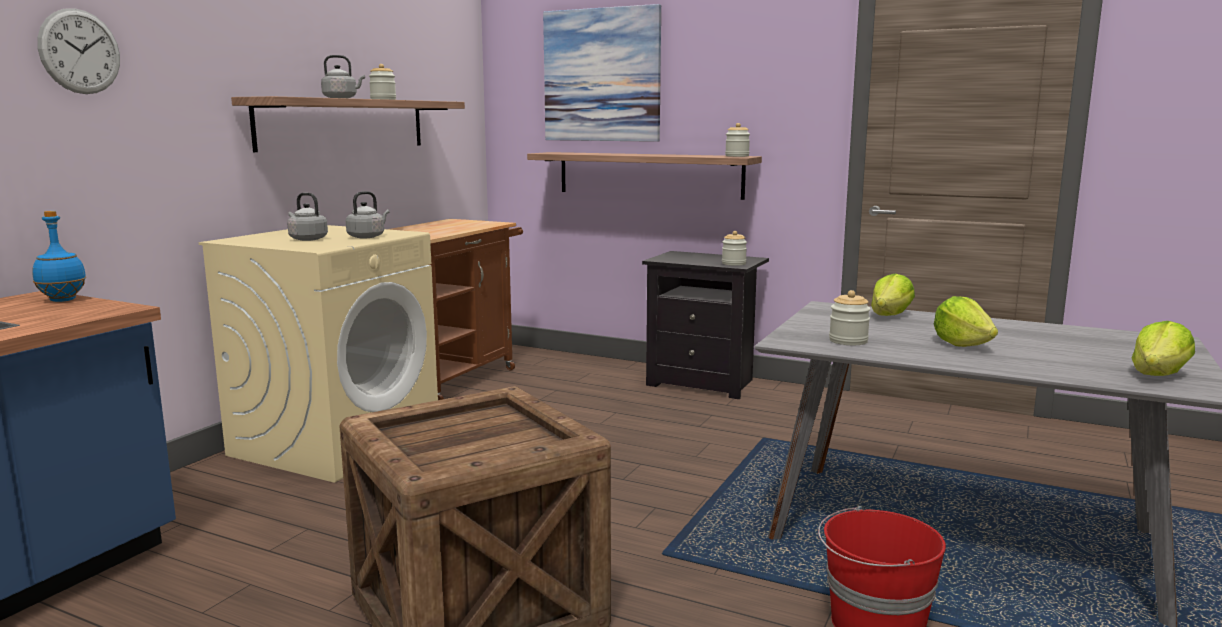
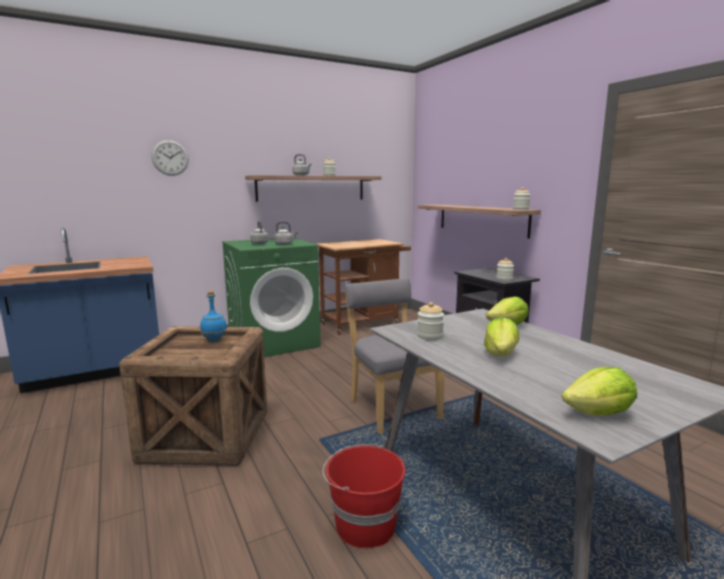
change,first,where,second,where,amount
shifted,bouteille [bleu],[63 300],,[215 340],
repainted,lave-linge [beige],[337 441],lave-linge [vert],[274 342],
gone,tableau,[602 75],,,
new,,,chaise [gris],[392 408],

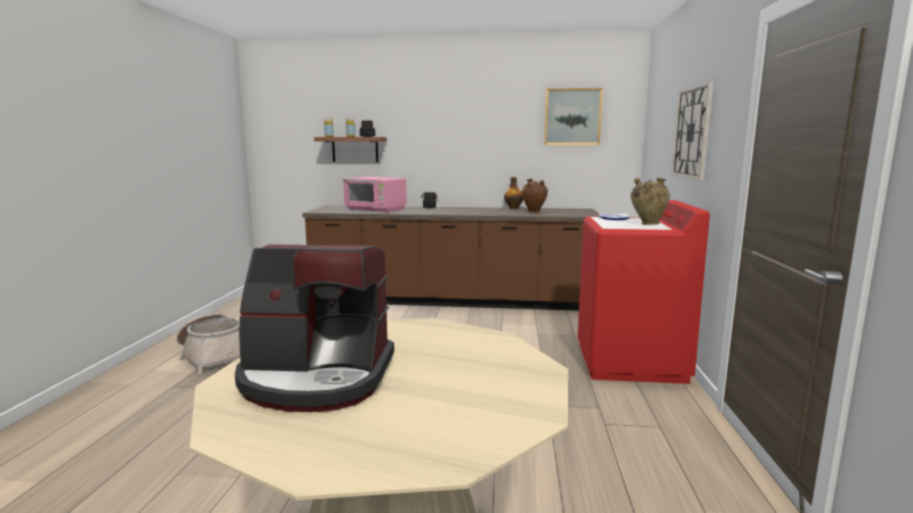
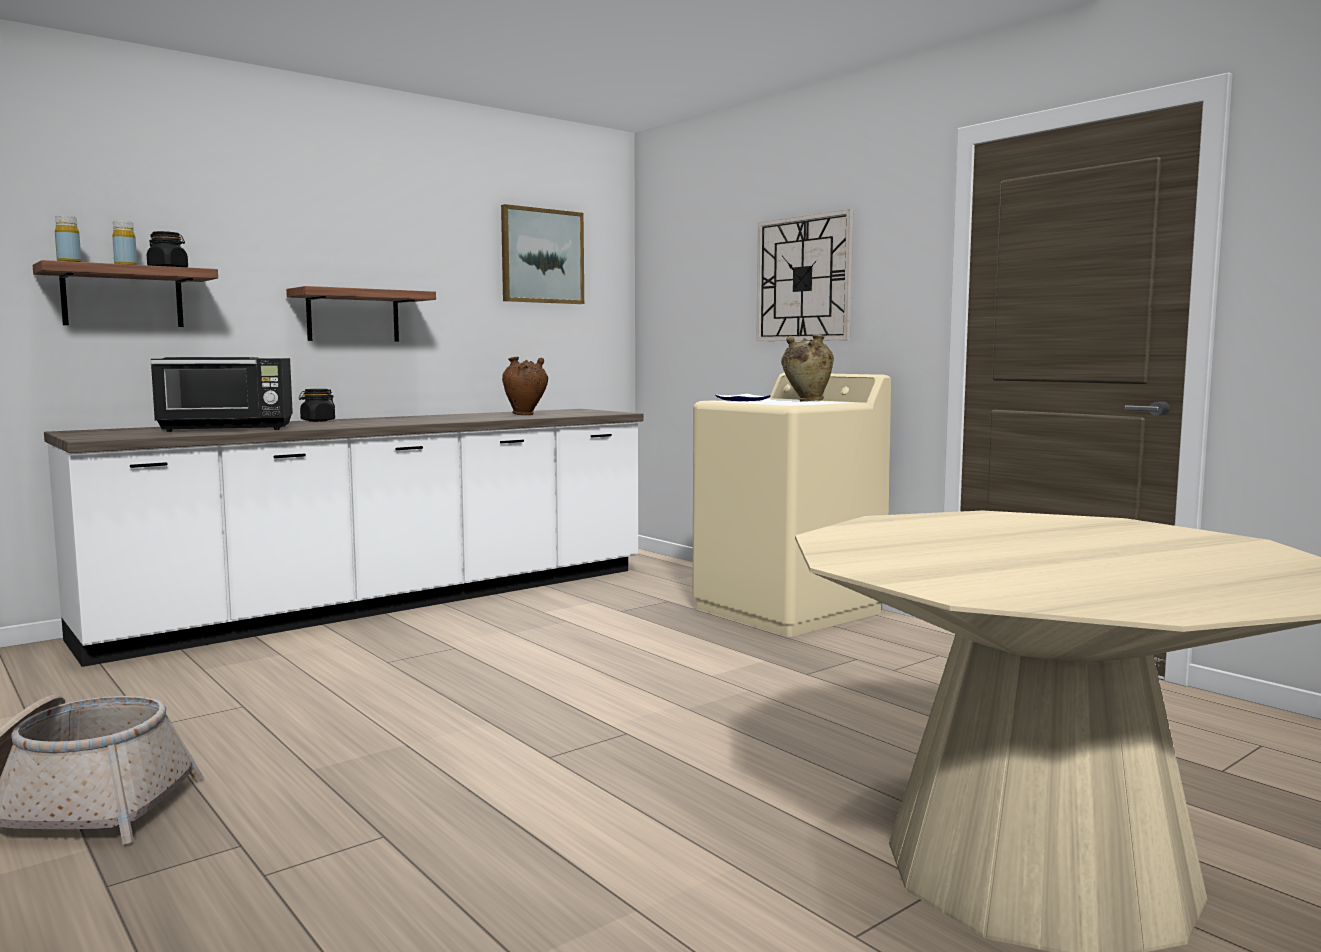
change,first,where,second,where,amount
gone,machine à café,[317 378],,,
repainted,comptoir de cuisine [marron],[452 301],comptoir de cuisine [blanc],[389 603],
repainted,micro-ondes [rose],[375 210],micro-ondes [noir],[229 429],
gone,bouteille,[513 208],,,
repainted,lave-linge [rouge],[630 362],lave-linge [beige],[788 610],
new,,,étagère,[353 316],

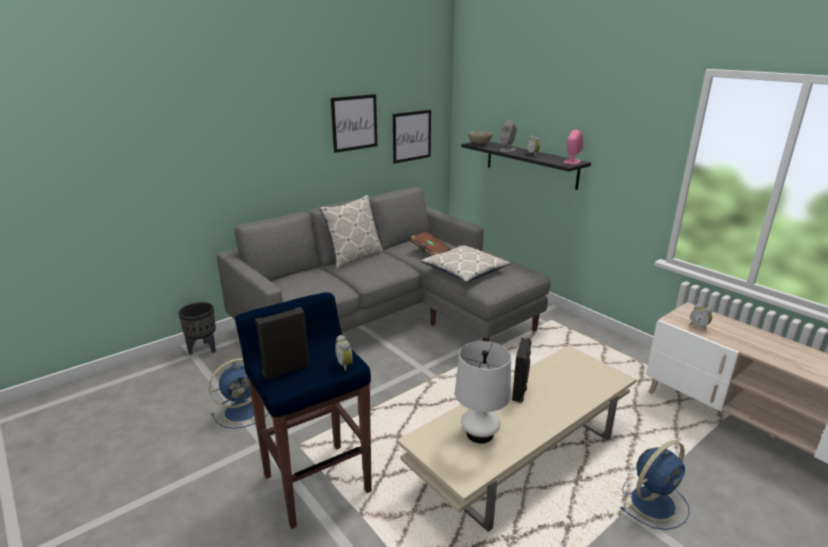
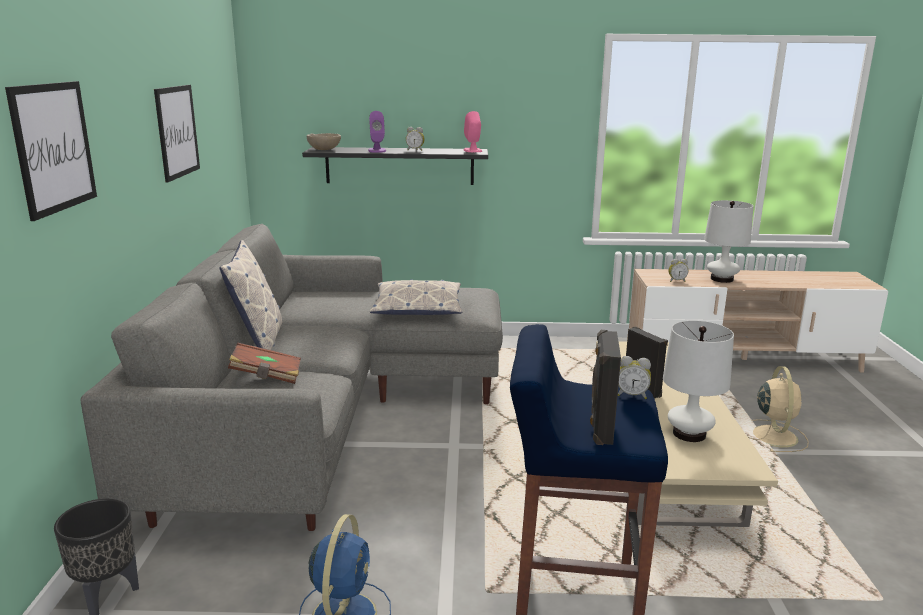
change,first,where,second,where,amount
shifted,tableau,[411 136],,[54 147],
shifted,livre [marron],[429 252],,[267 376],
repainted,enceinte [gris],[507 150],enceinte [violet],[377 150],
repainted,ventilateur [bleu],[654 502],ventilateur [beige],[773 435],
new,,,lampe de table [blanc],[722 279],

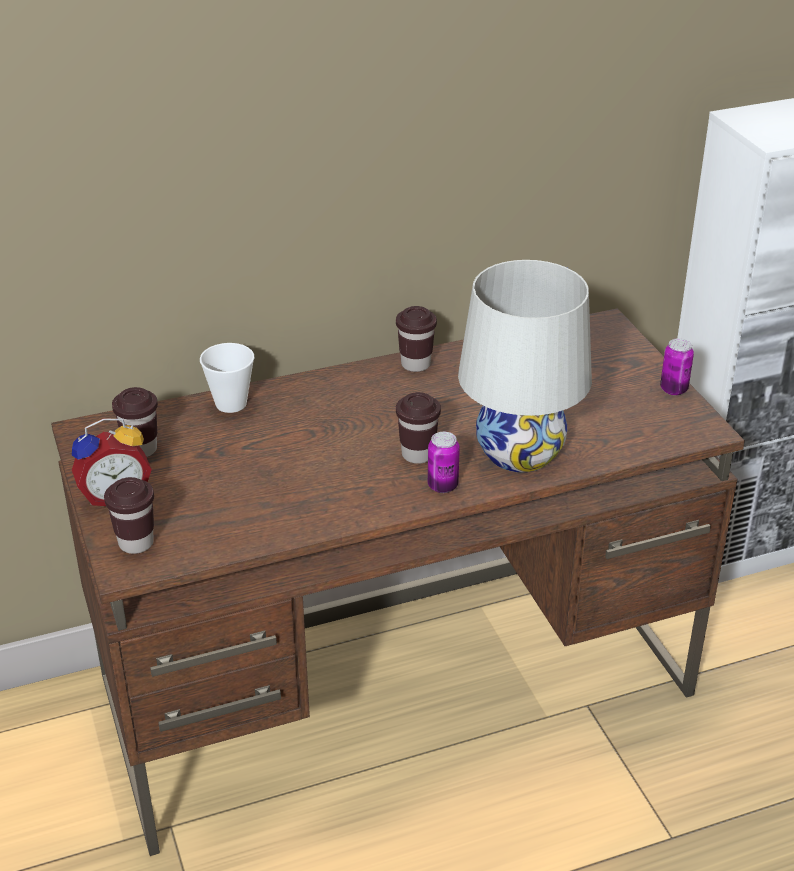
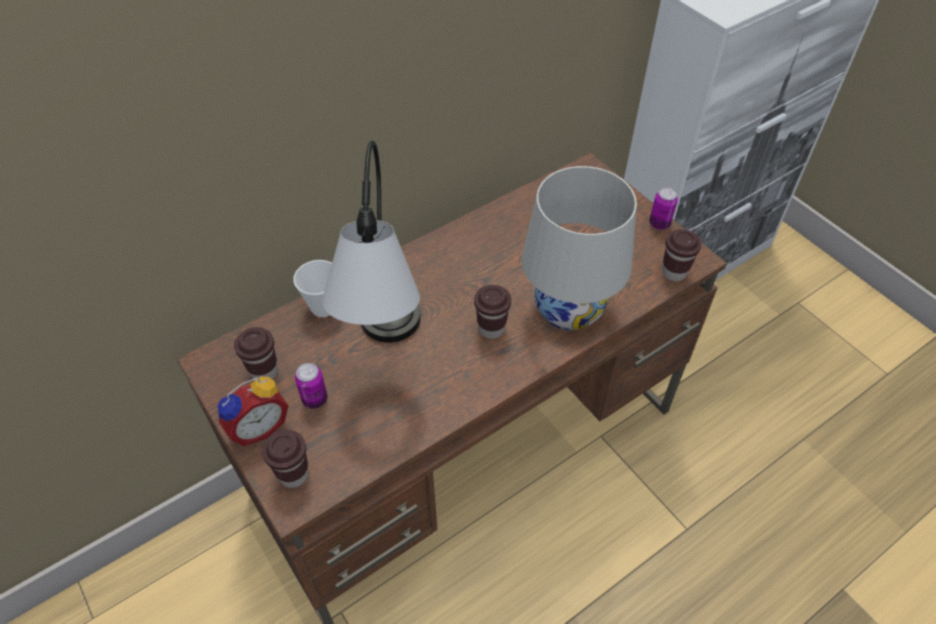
change,first,where,second,where,amount
shifted,tasse [marron],[415 364],,[674 272],
shifted,boîte métallique,[442 486],,[315 399],
new,,,lampe de table,[385 352],

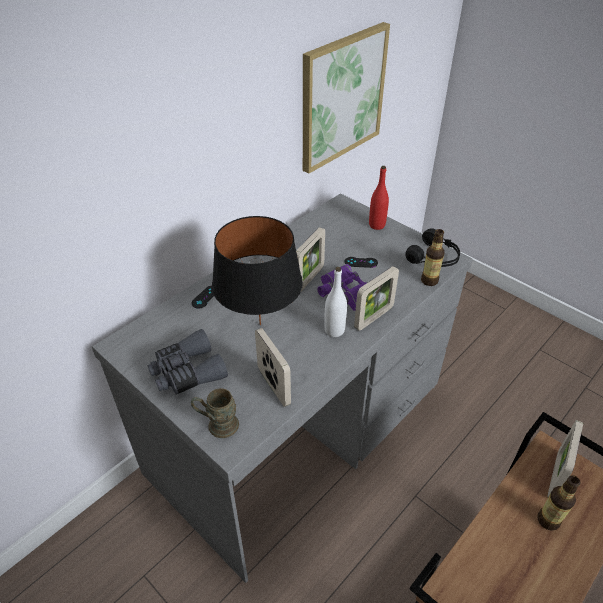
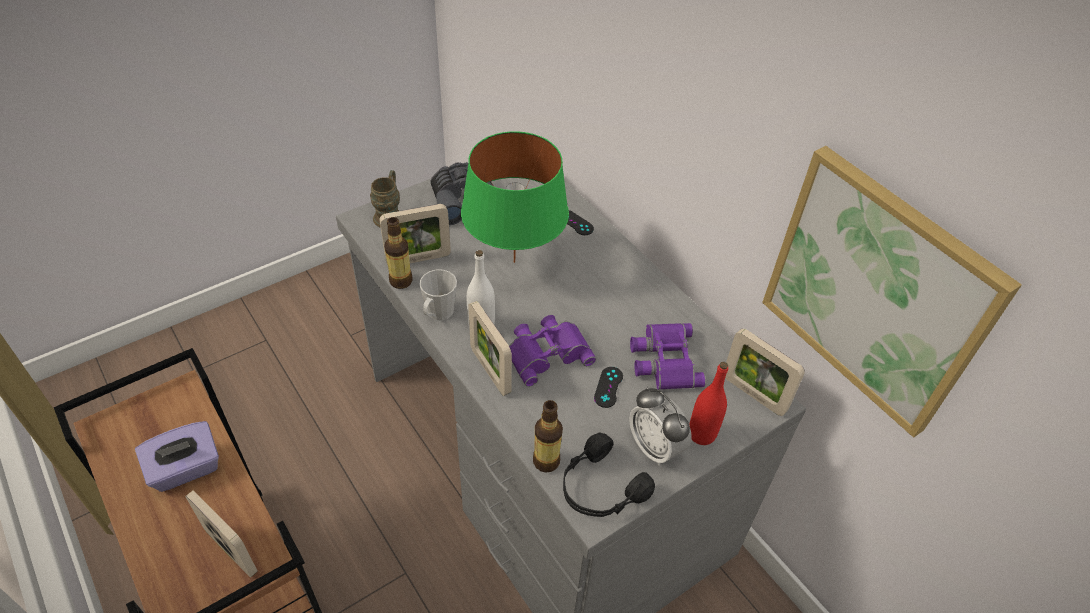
change,first,where,second,where,amount
repainted,lampe de table [noir],[260 324],lampe de table [vert],[514 262],
shifted,cadre photo,[309 278],,[753 394],
shifted,bouteille,[548 520],,[401 281],
new,,,boîte à mouchoirs [violet],[186 469],
new,,,mug [gris],[438 314],
new,,,réveil,[655 447],
new,,,jumelles [violet],[663 360],

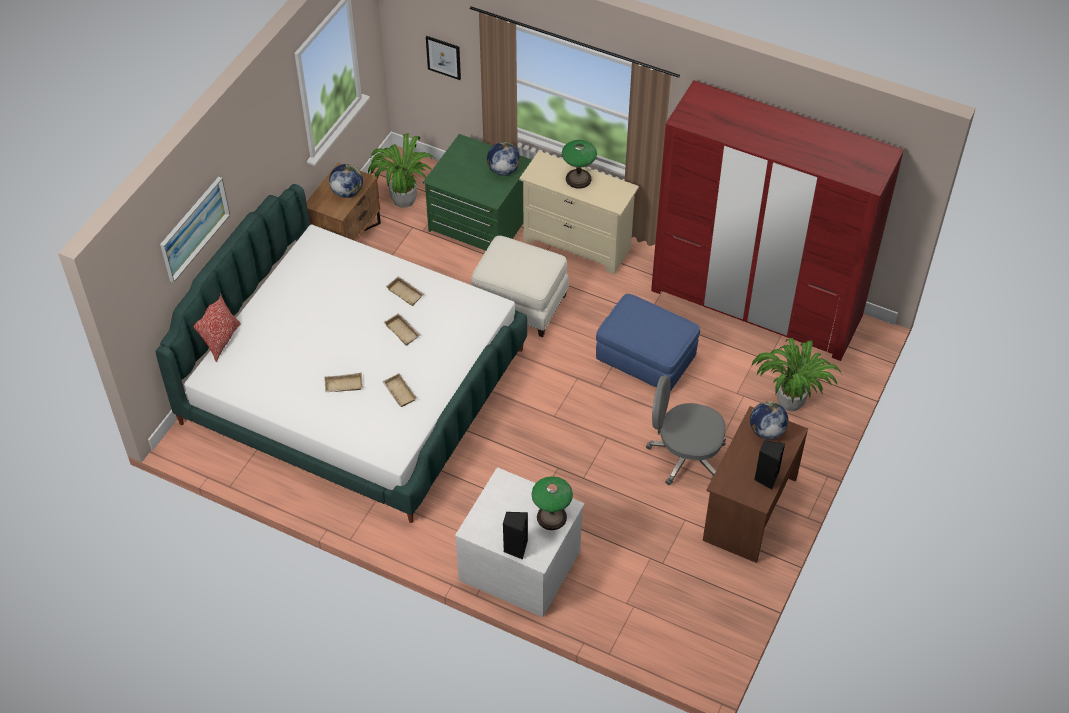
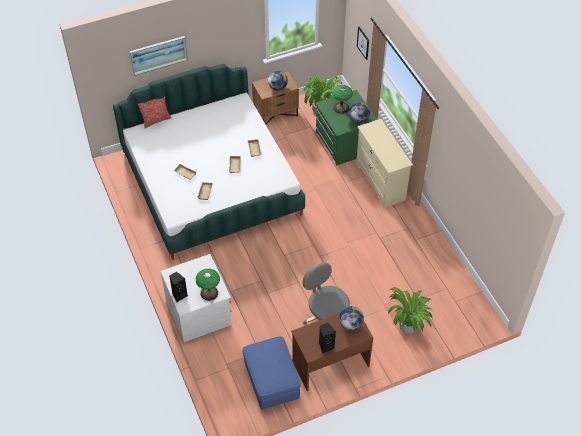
change,first,where,second,where,amount
gone,pouf [blanc],[519 303],,,
shifted,lampe de table,[578 179],,[341 108],
shifted,pouf [bleu],[646 360],,[271 382],
gone,armoire [rouge],[756 303],,,

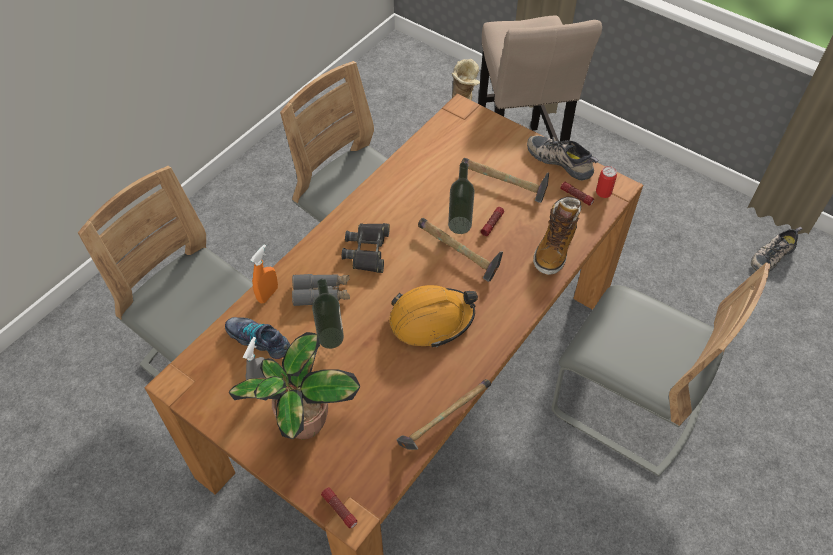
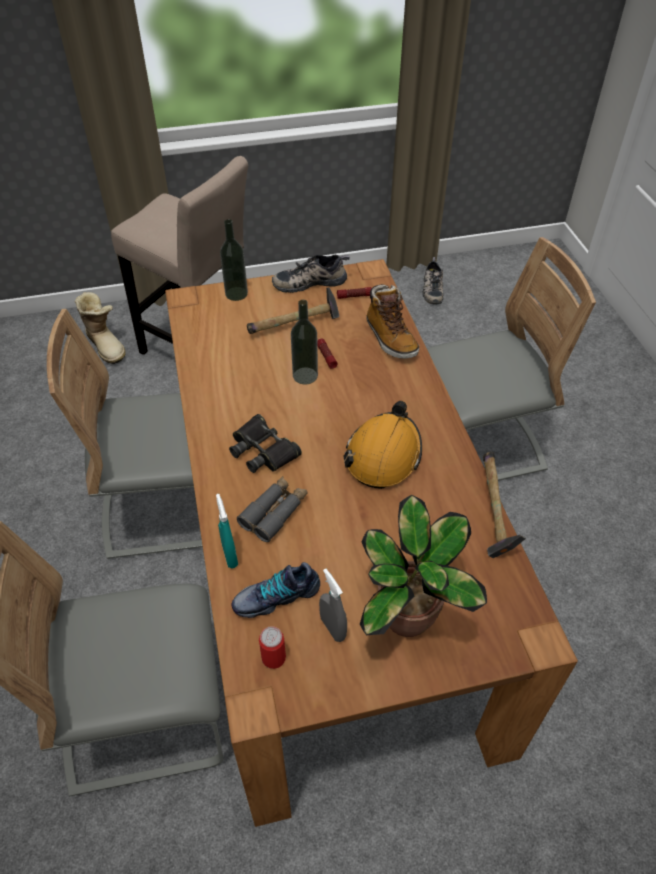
change,first,where,second,where,amount
repainted,vaporisateur [orange],[268 294],vaporisateur [turquoise],[230 555],
shifted,bouteille,[330 338],,[236 294],
gone,lampe de poche,[339 510],,,
gone,marteau,[459 254],,,
shifted,boîte métallique,[603 192],,[273 657],

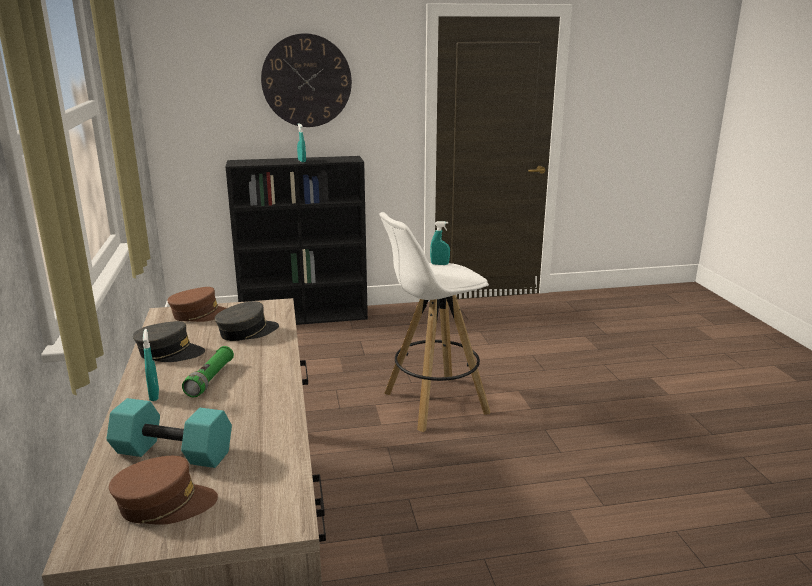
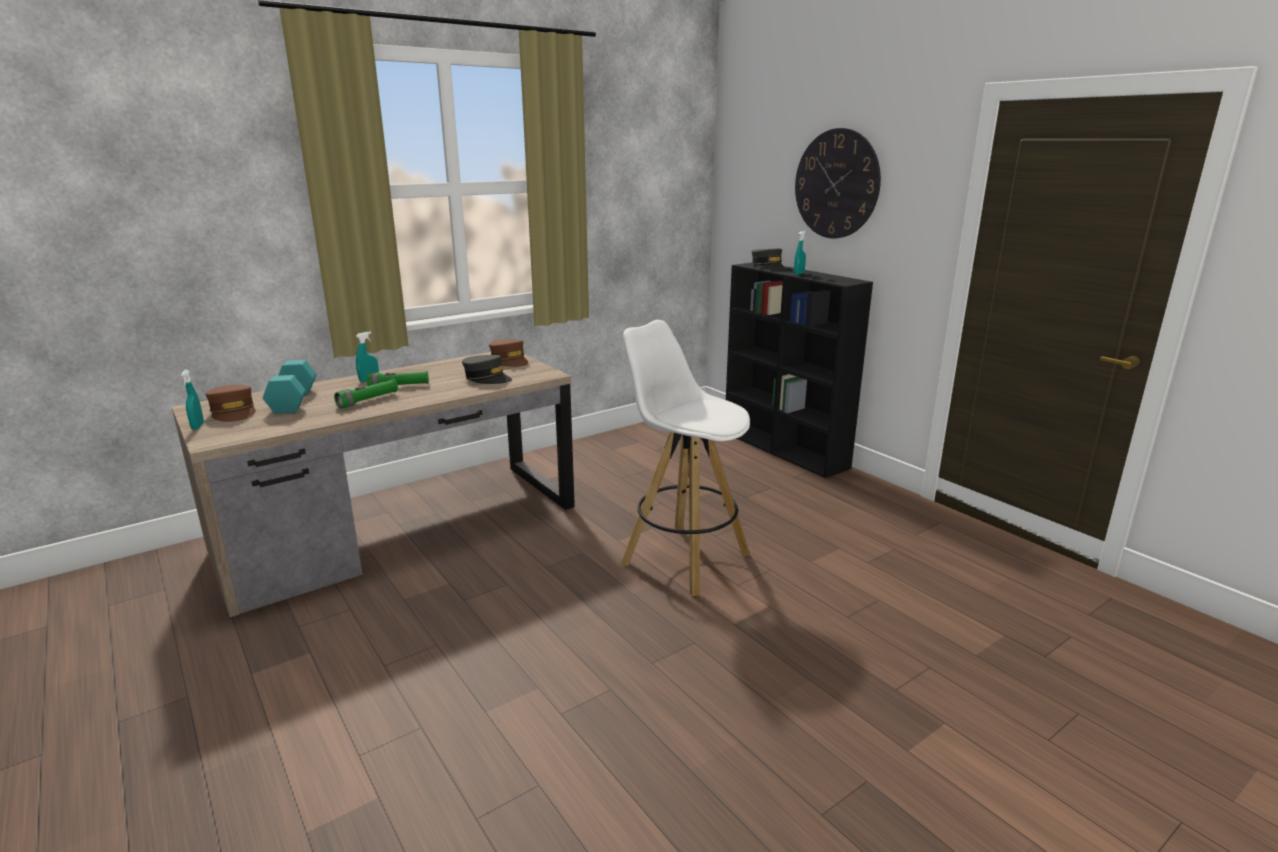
change,first,where,second,where,amount
shifted,casquette [gris],[169 352],,[768 266],
shifted,vaporisateur [turquoise],[439 264],,[197 426],
new,,,lampe de poche [vert],[368 400],

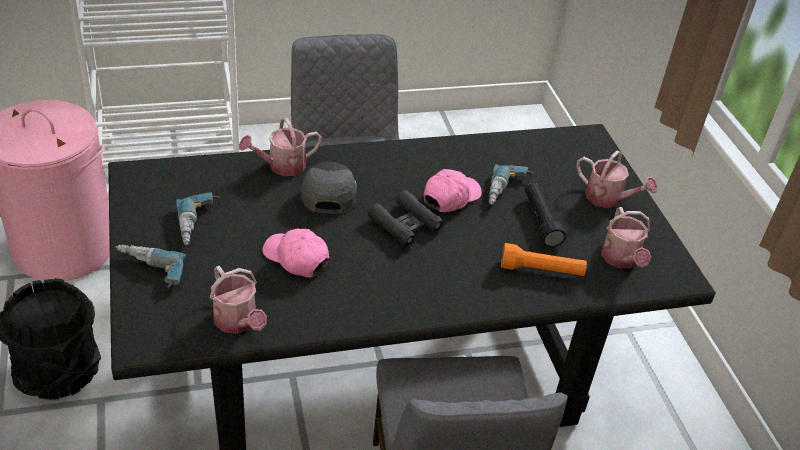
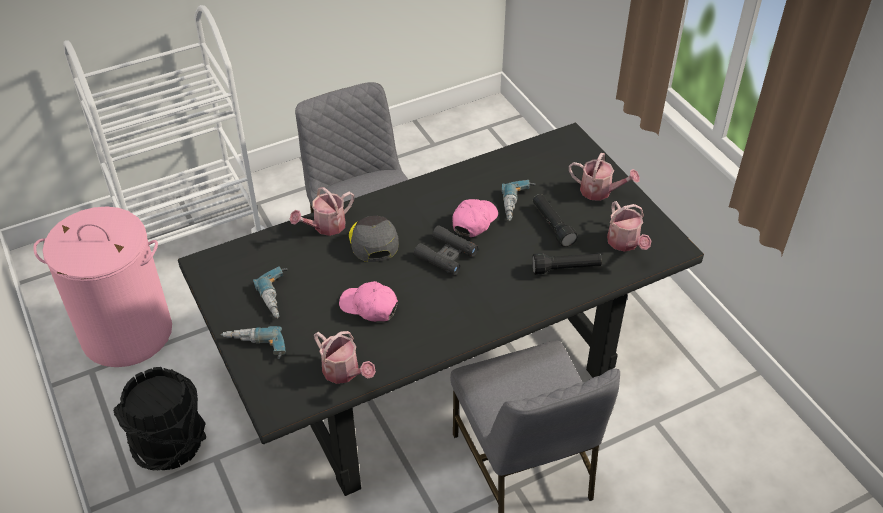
change,first,where,second,where,amount
repainted,lampe de poche [orange],[541 270],lampe de poche [noir],[566 269],

